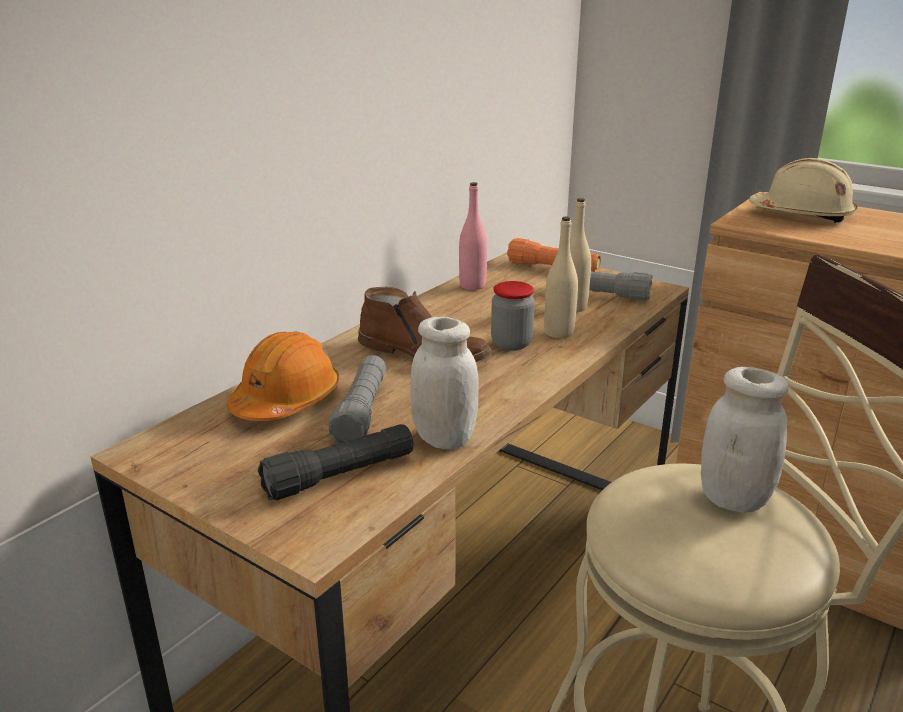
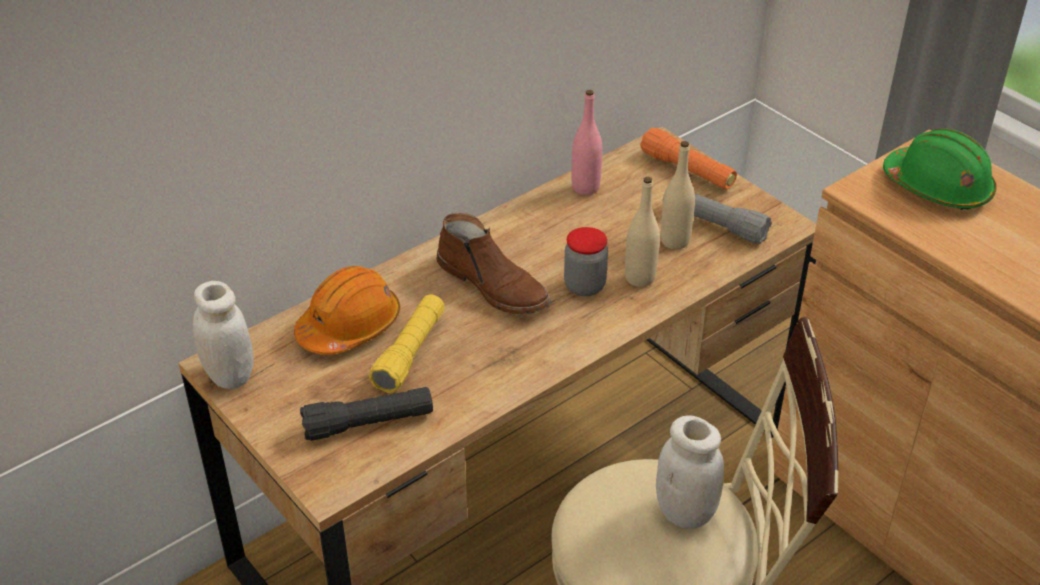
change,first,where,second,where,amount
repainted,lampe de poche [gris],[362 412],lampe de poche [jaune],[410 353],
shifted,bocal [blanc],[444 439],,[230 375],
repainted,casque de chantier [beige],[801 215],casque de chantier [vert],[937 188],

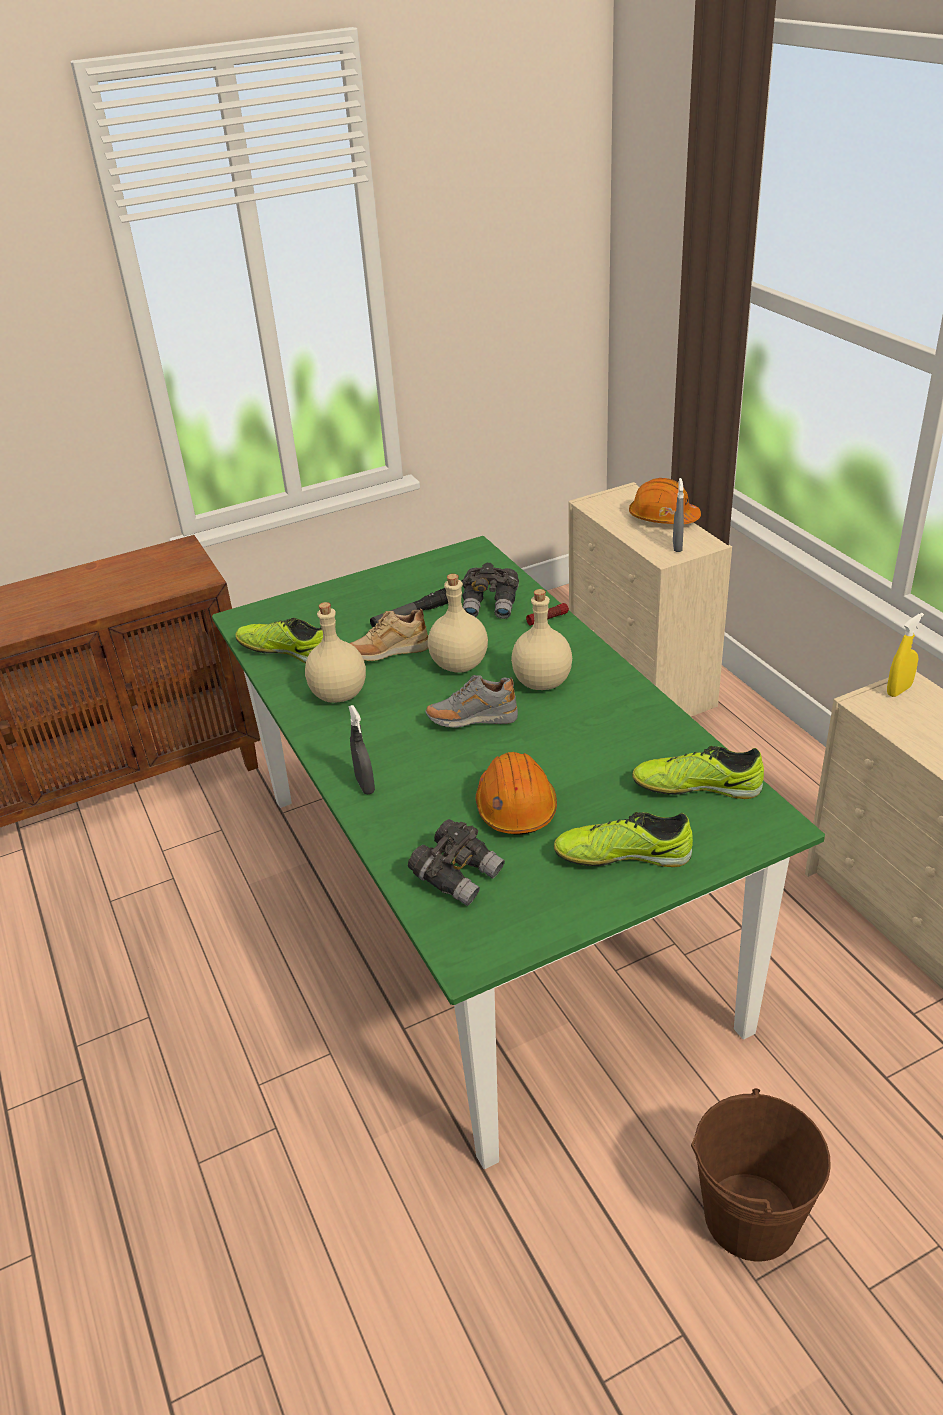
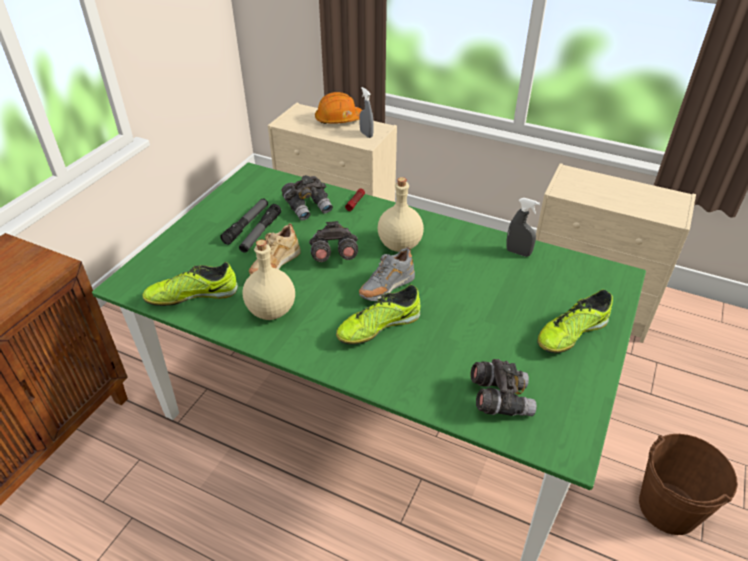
change,first,where,second,where,amount
shifted,vaporisateur [gris],[365 785],,[518 252],
swapped,bouteille [beige],[458 665],jumelles [gris],[333 255],
gone,casque de chantier [orange],[516 807],,,
shifted,chaussure,[696 787],,[378 326],
gone,vaporisateur [jaune],[899 690],,,
new,,,lampe de poche,[246 224],

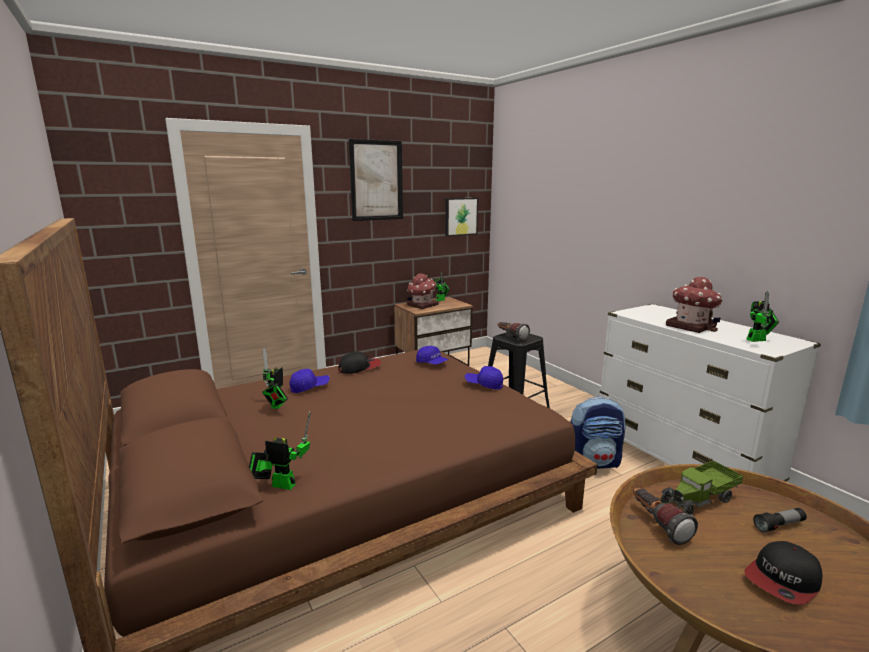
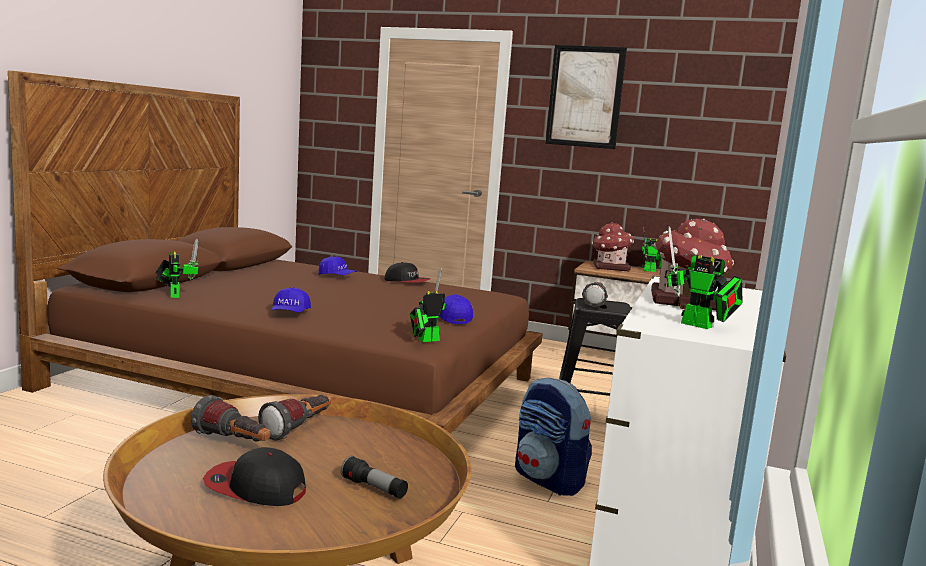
change,first,where,second,where,amount
shifted,robot jouet,[276 406],,[425 340],
shifted,casquette [bleu],[432 363],,[290 313],
gone,tableau,[460 216],,,
gone,camion jouet,[699 499],,,
new,,,lampe de poche,[234 443],

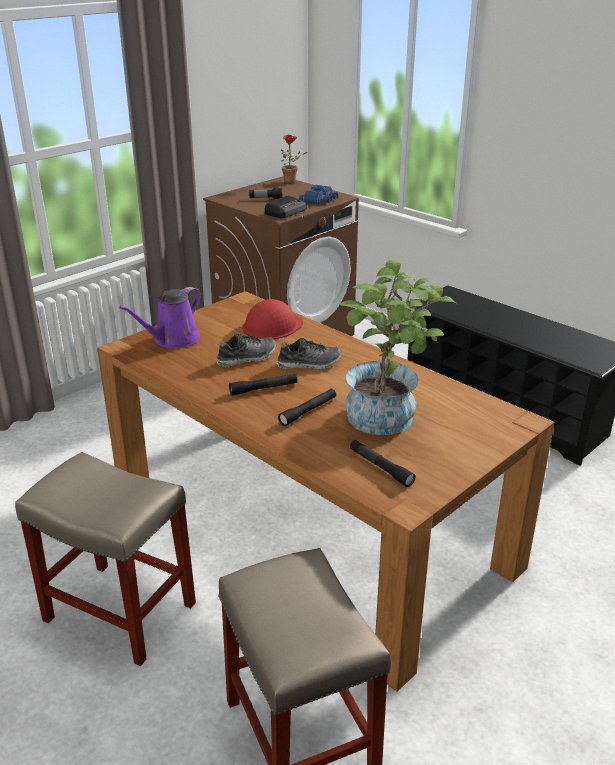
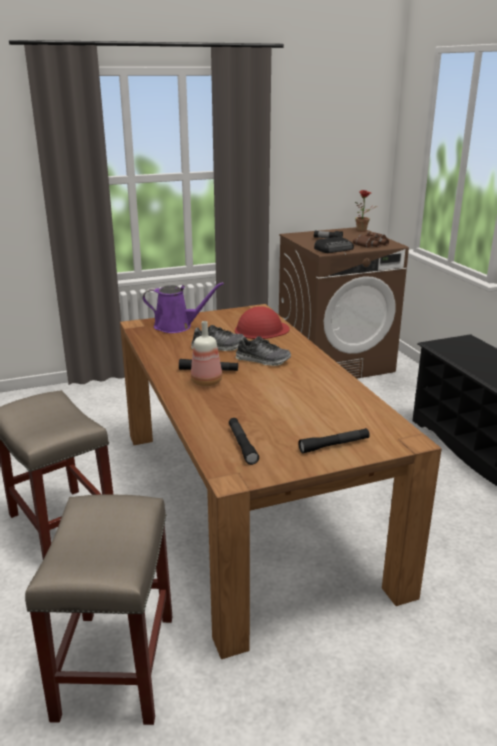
change,first,where,second,where,amount
rotated,arrosoir [violet],[173 340],,[177 326],150 degrees counterclockwise
shifted,lampe de poche [noir],[308 411],,[334 445],
repainted,jumelles [bleu],[319 199],jumelles [marron],[372 244],
gone,plante en pot,[389 420],,,
new,,,bouteille,[207 382],

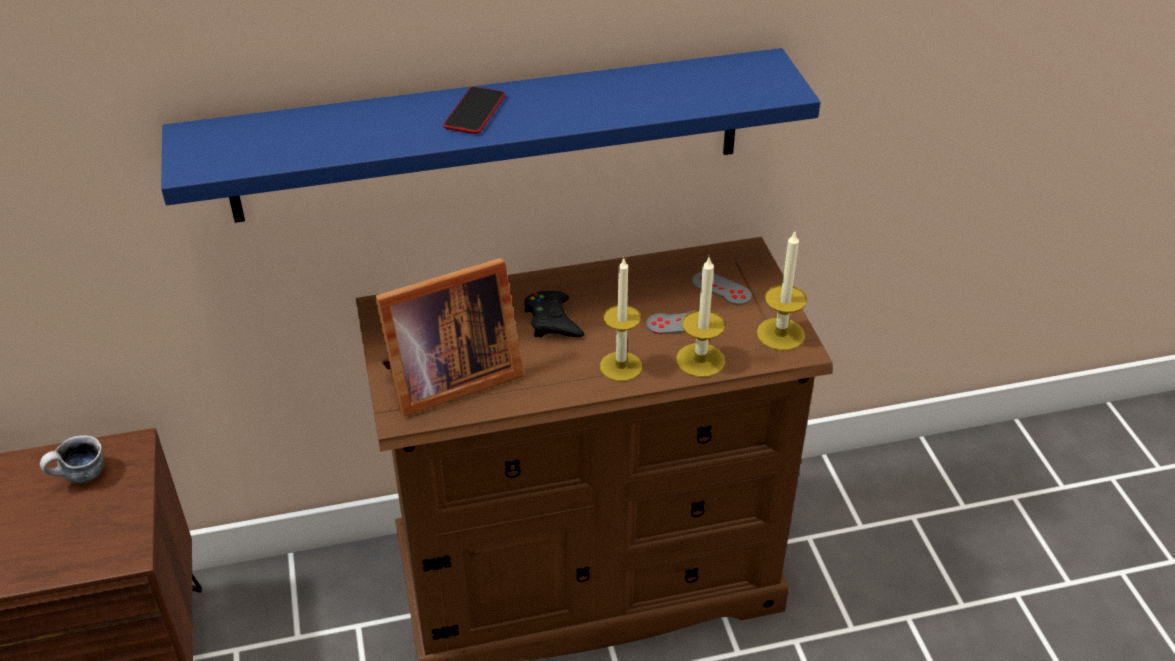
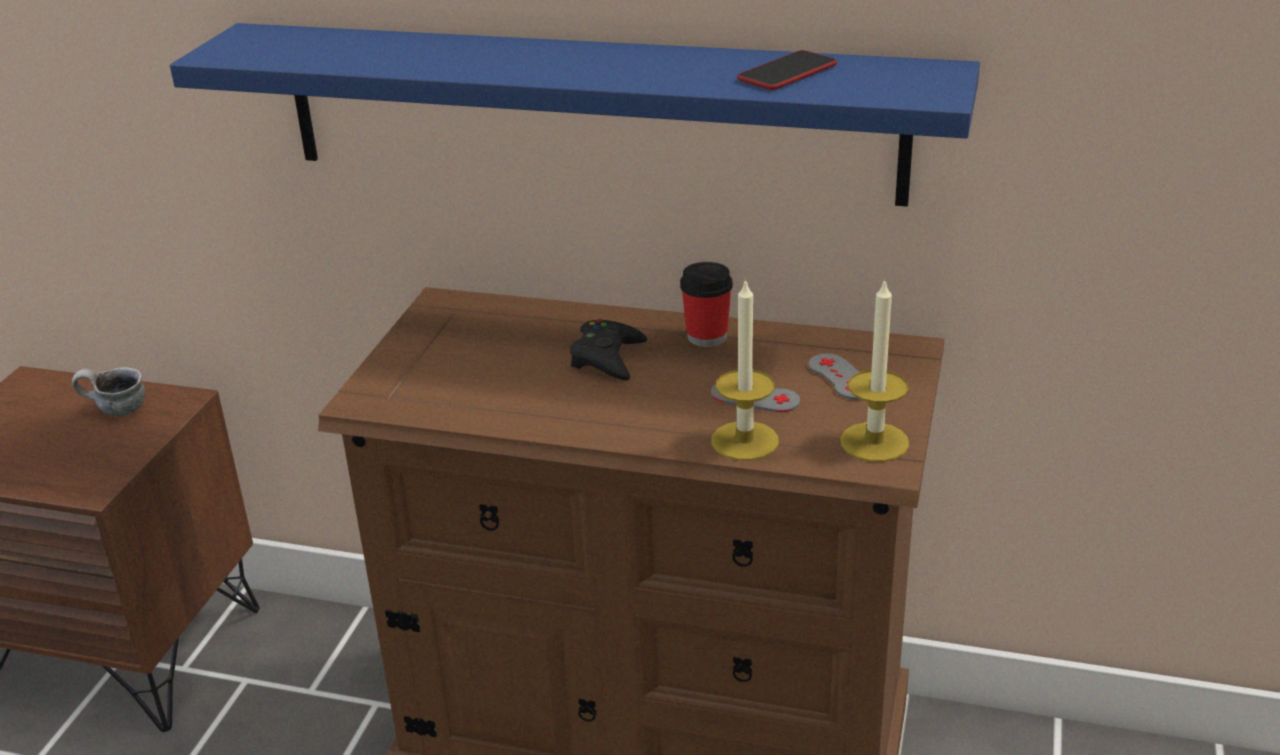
change,first,where,second,where,amount
gone,cadre photo,[446 379],,,
shifted,téléphone,[474 112],,[787 73],
gone,bougie,[621 366],,,
new,,,tasse,[707 336],

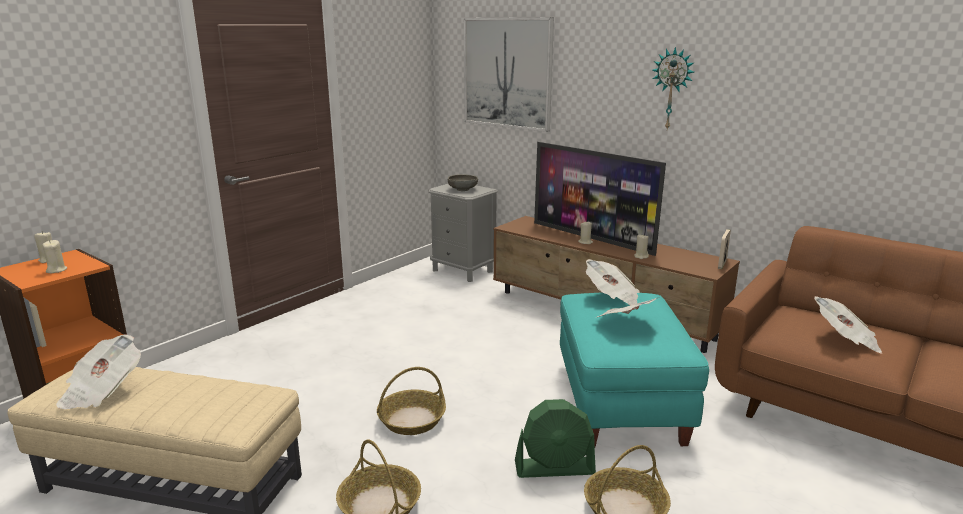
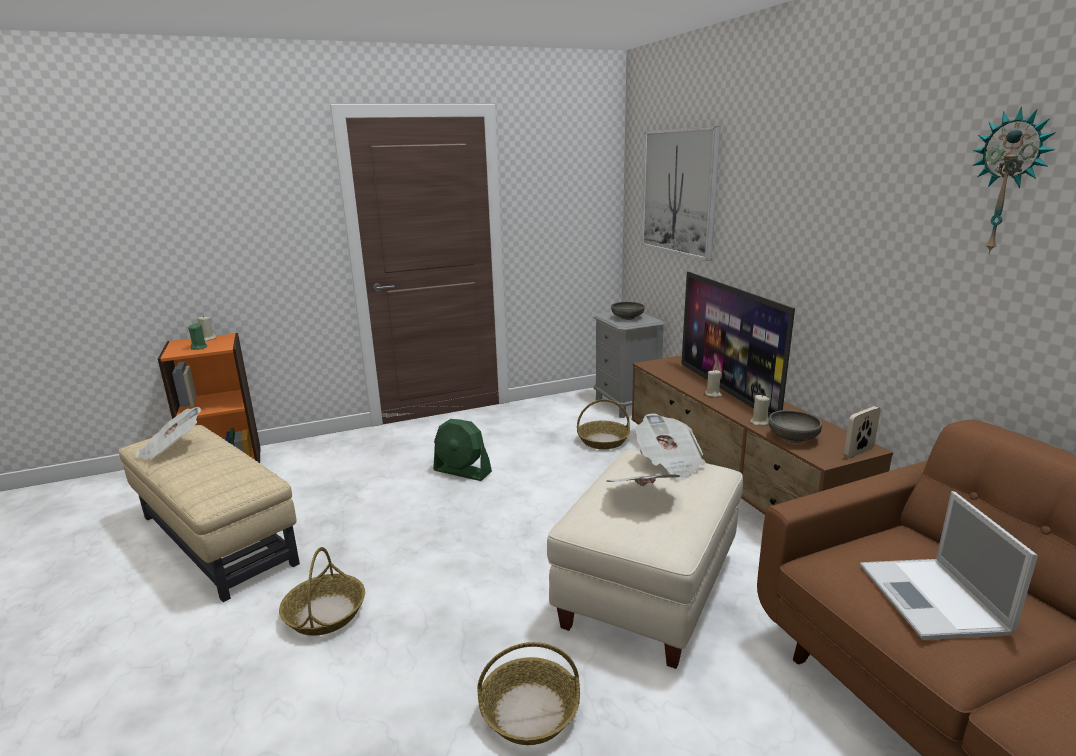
change,first,where,second,where,amount
repainted,bougie [beige],[56 270],bougie [vert],[199 347],
shifted,panier,[412 420],,[603 440],
shifted,ventilateur [vert],[554 468],,[462 471],
repainted,pouf [turquoise],[619 402],pouf [beige],[647 589],
shifted,horloge murale,[672 89],,[1008 182],
swapped,journal,[845 340],ordinateur portable,[933 600],
new,,,bol [gris],[793 438],

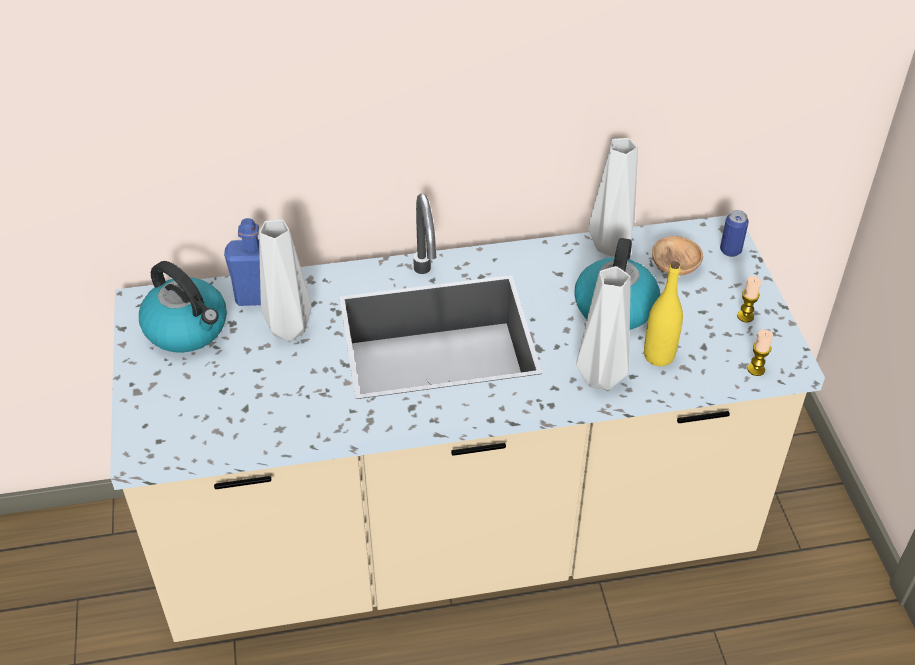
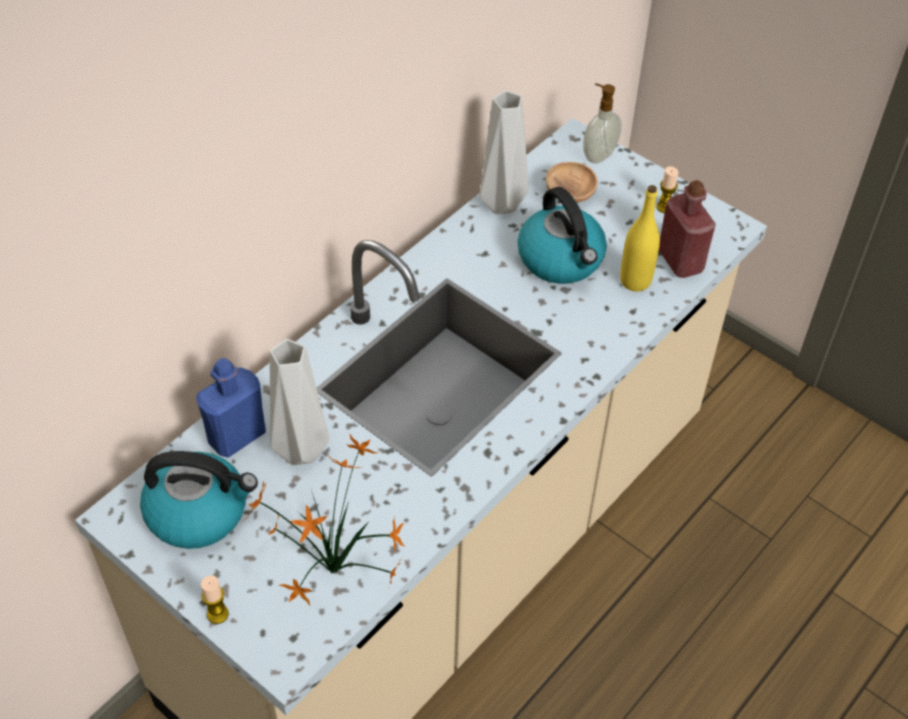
change,first,where,second,where,amount
gone,vase [gris],[602 377],,,
swapped,boîte métallique,[730 250],distributeur de savon,[598 155],
shifted,bougie,[756 369],,[217 614],
new,,,plante en pot,[328 570],
new,,,bouteille [rouge],[680 260],

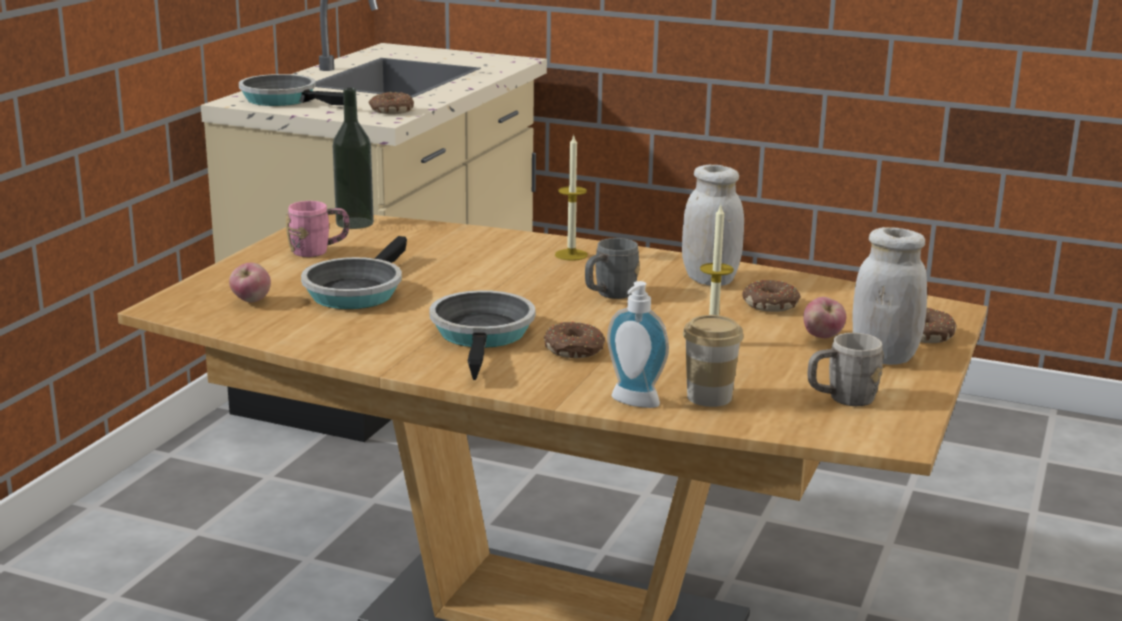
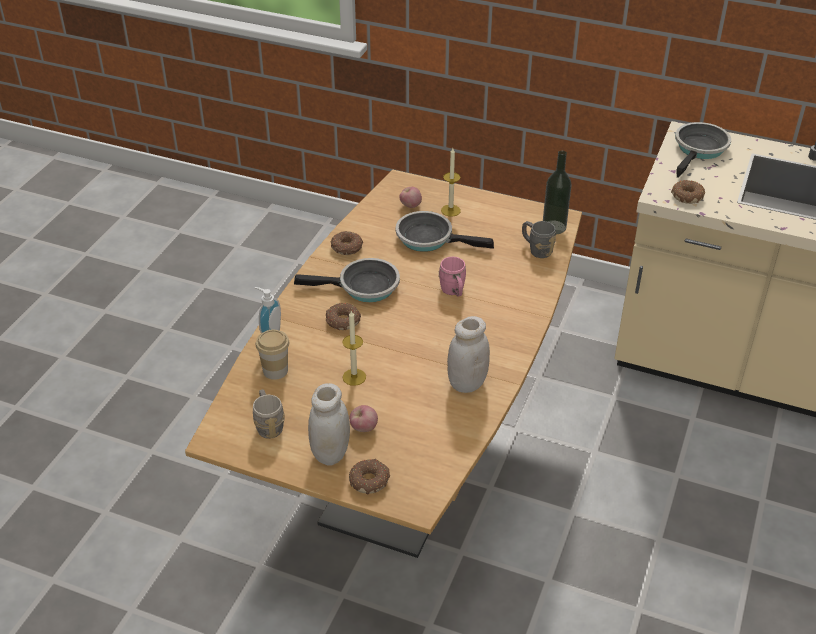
change,first,where,second,where,amount
shifted,mug [rose],[318 251],,[453 292],
shifted,bougie,[571 255],,[450 210],
shifted,mug [gris],[609 295],,[536 249],
shifted,beignet,[771 304],,[347 248],

